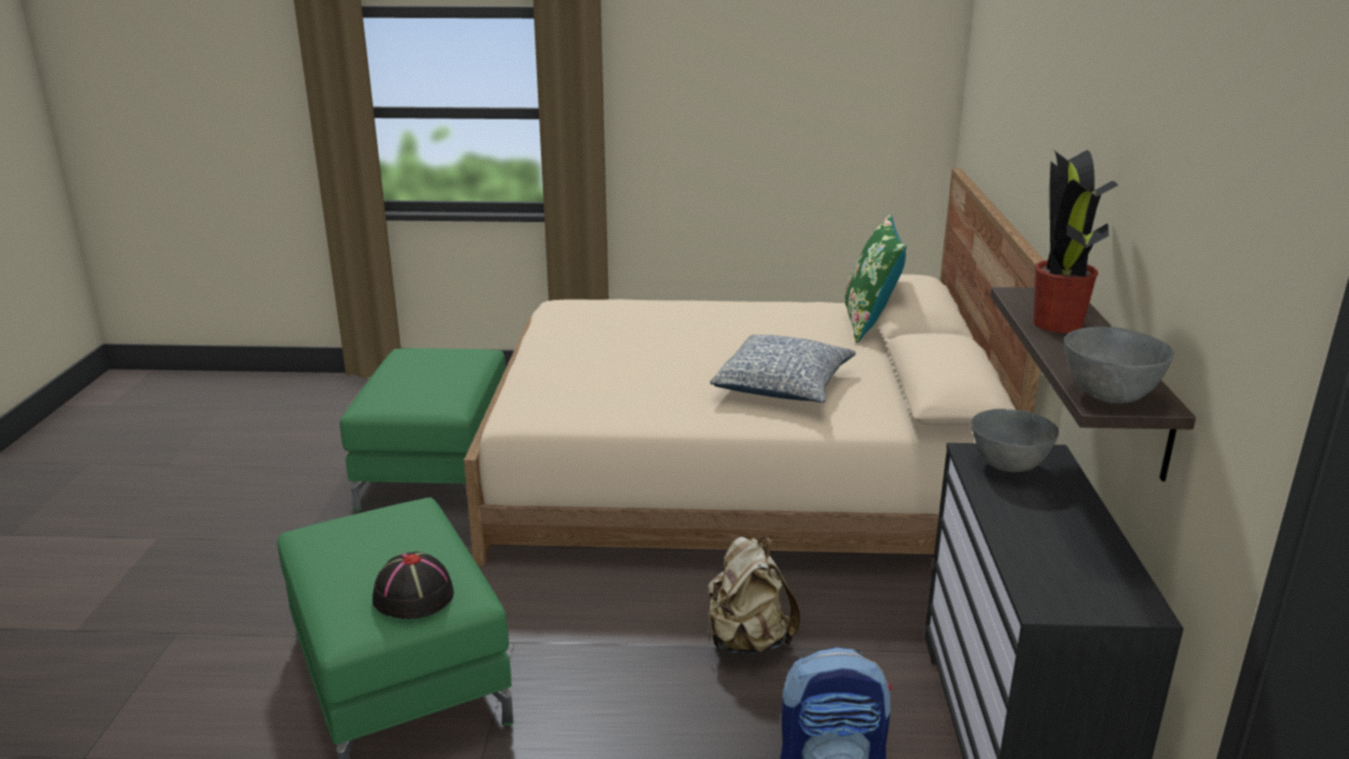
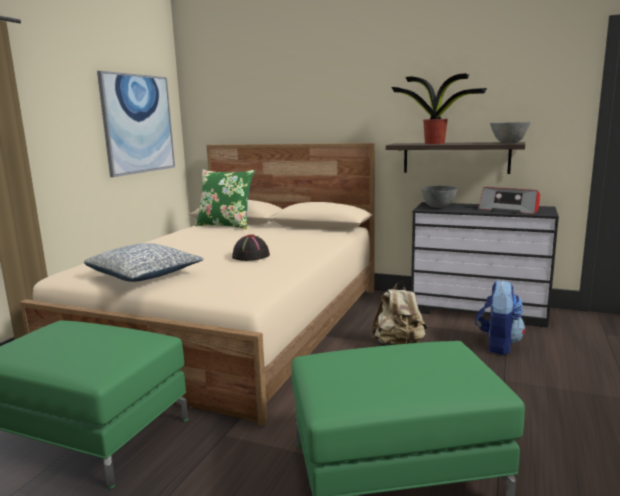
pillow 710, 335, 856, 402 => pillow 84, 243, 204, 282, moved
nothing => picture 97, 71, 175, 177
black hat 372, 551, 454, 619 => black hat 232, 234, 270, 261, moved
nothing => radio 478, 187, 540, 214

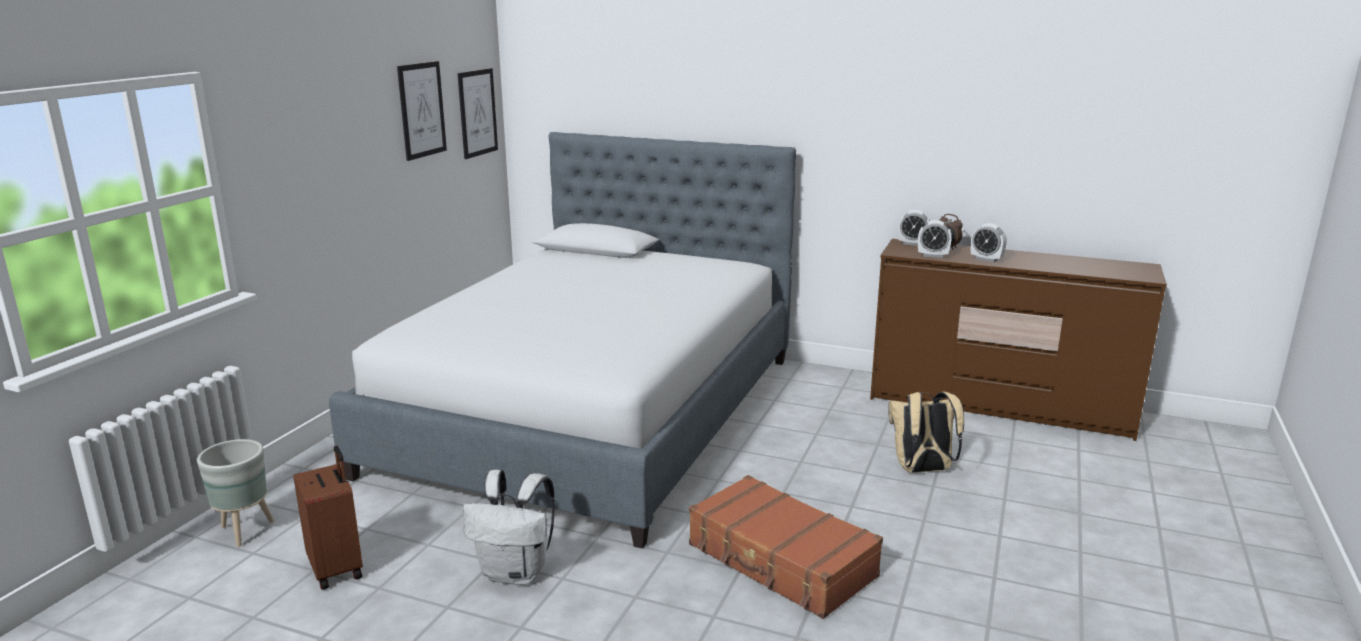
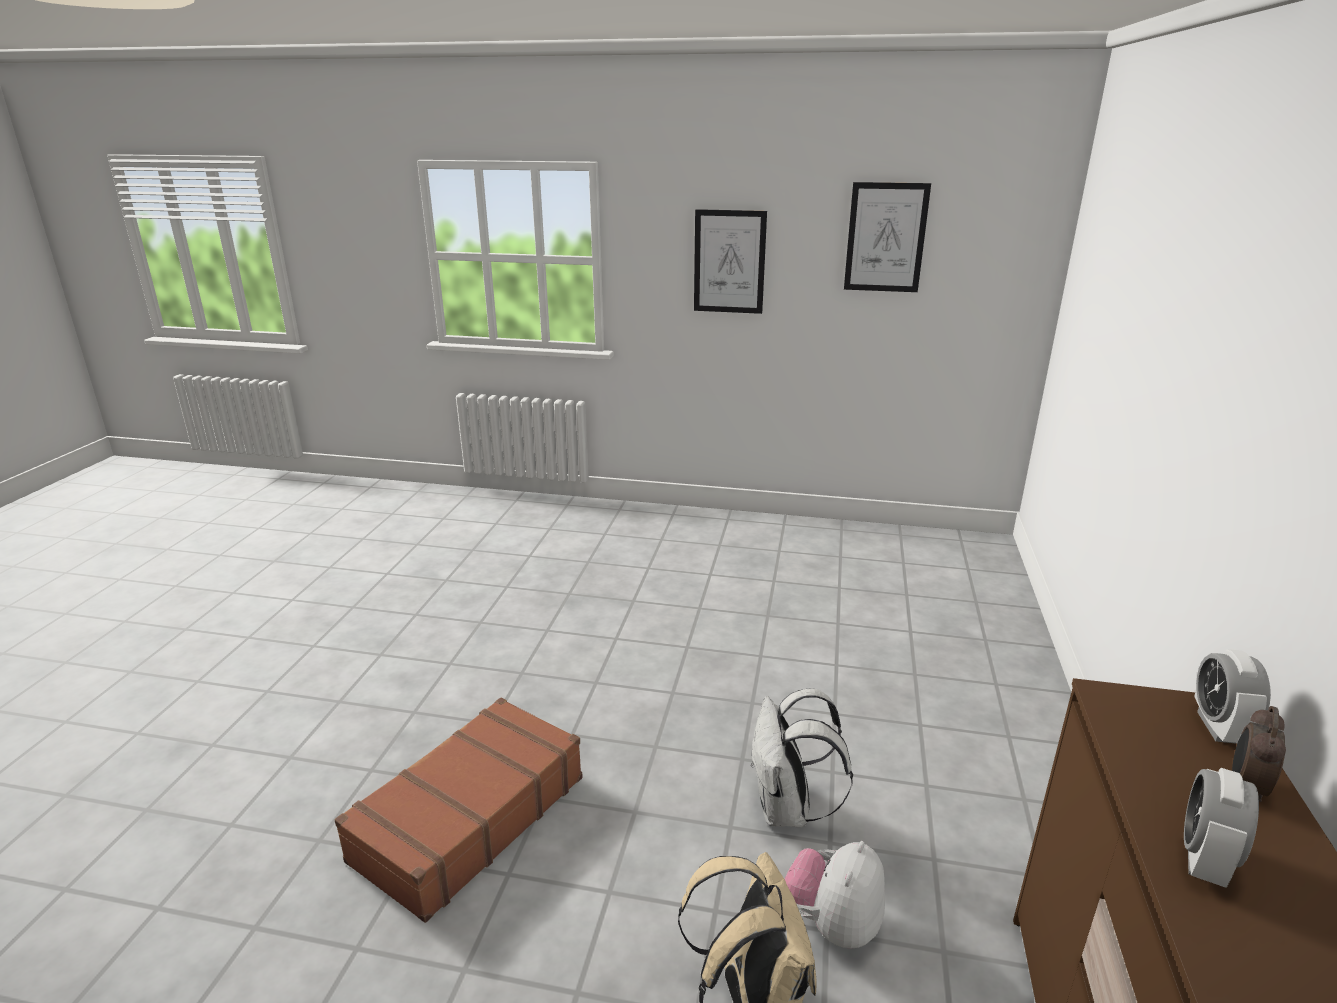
picture 457, 68, 498, 159 => picture 694, 209, 767, 314, moved
white backpack 463, 470, 555, 585 => white backpack 751, 688, 853, 827, moved
nothing => plush toy 785, 841, 885, 949
grey planter 197, 439, 274, 547 => nothing
brown suitcase 293, 446, 363, 590 => nothing
bed 329, 132, 796, 549 => nothing
alarm clock 918, 220, 952, 258 => nothing

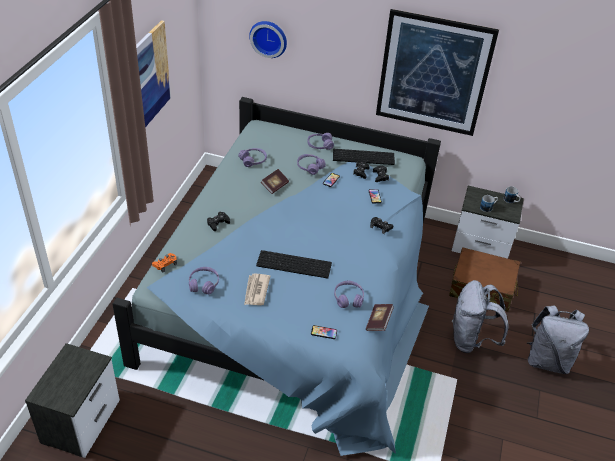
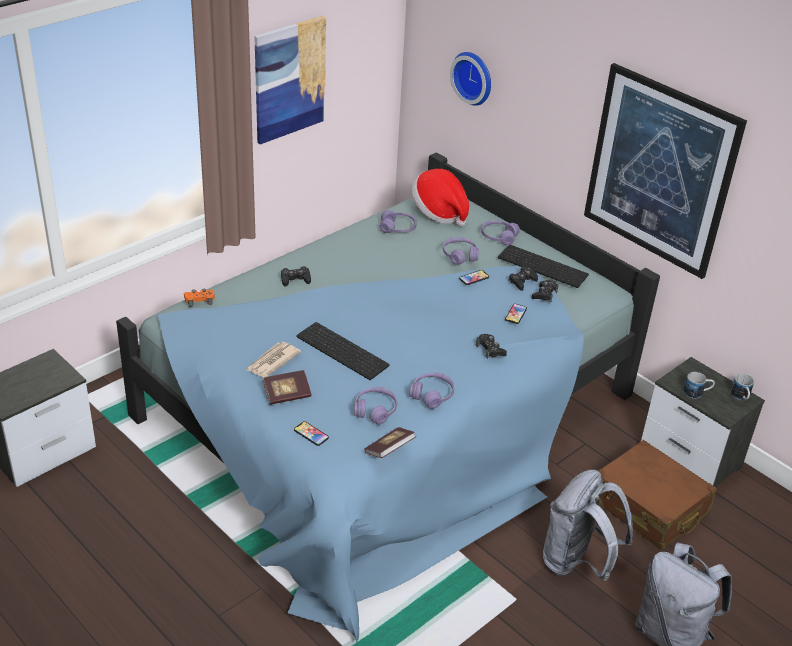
book 261, 169, 289, 194 => book 262, 370, 311, 405, moved
purple headphones 189, 267, 219, 295 => purple headphones 410, 373, 454, 409, moved
nothing => hat 412, 169, 469, 226

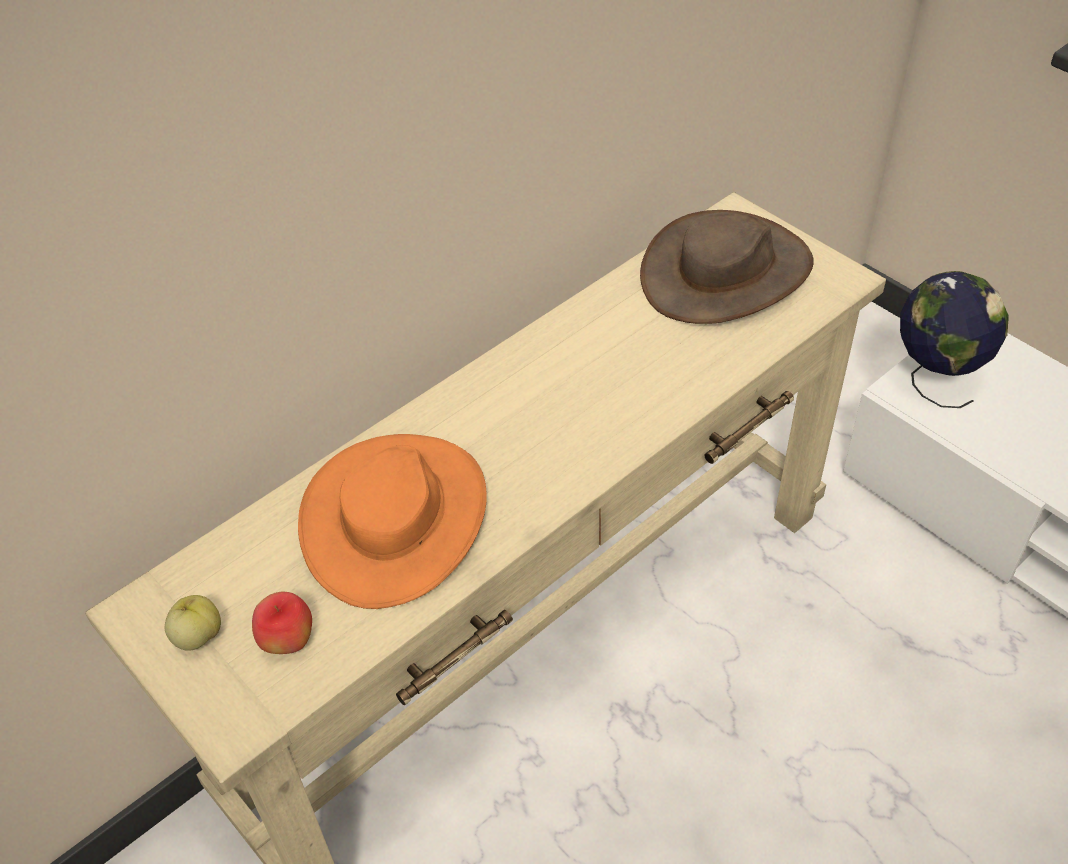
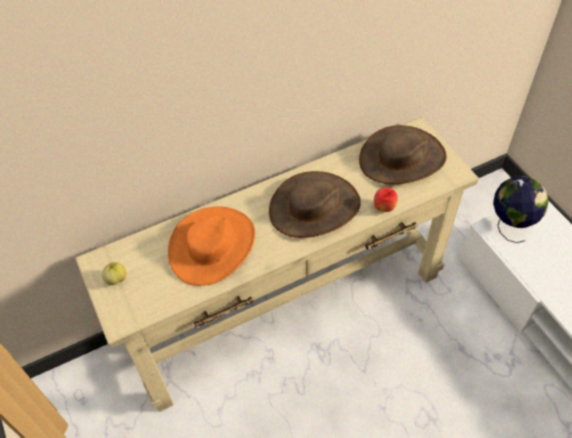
nothing => brown hat 269, 171, 361, 238
apple 252, 592, 312, 654 => apple 374, 187, 398, 212, moved

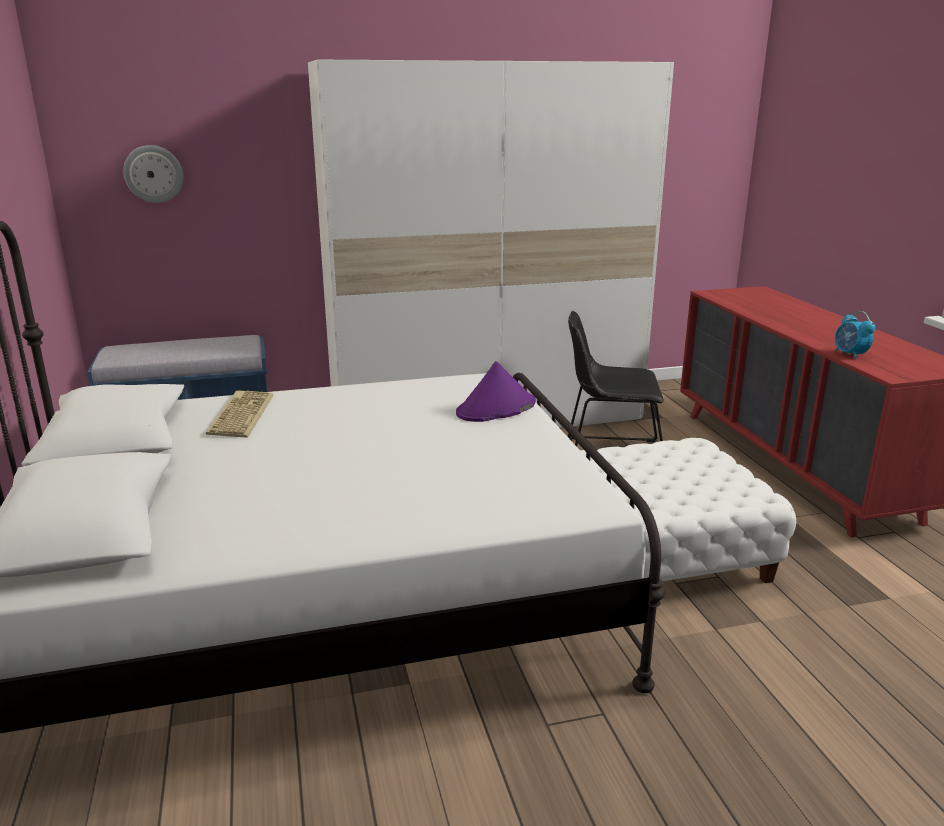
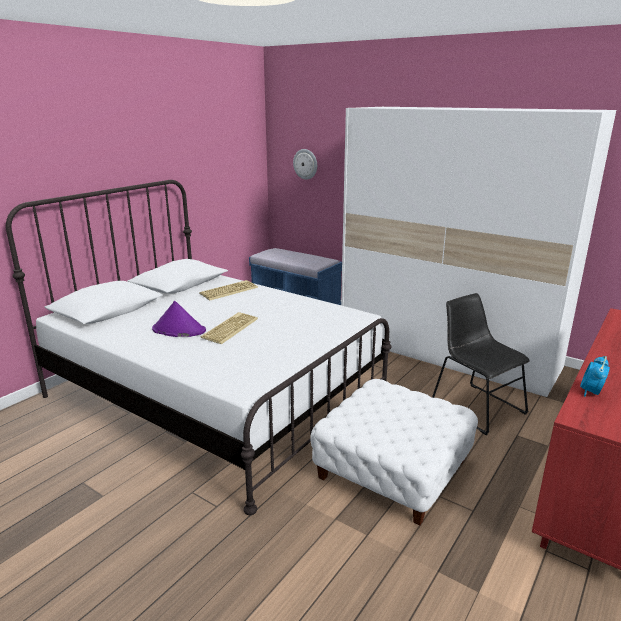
purple hat 456, 361, 536, 422 => purple hat 152, 301, 206, 337, moved
nothing => keyboard 201, 312, 258, 344

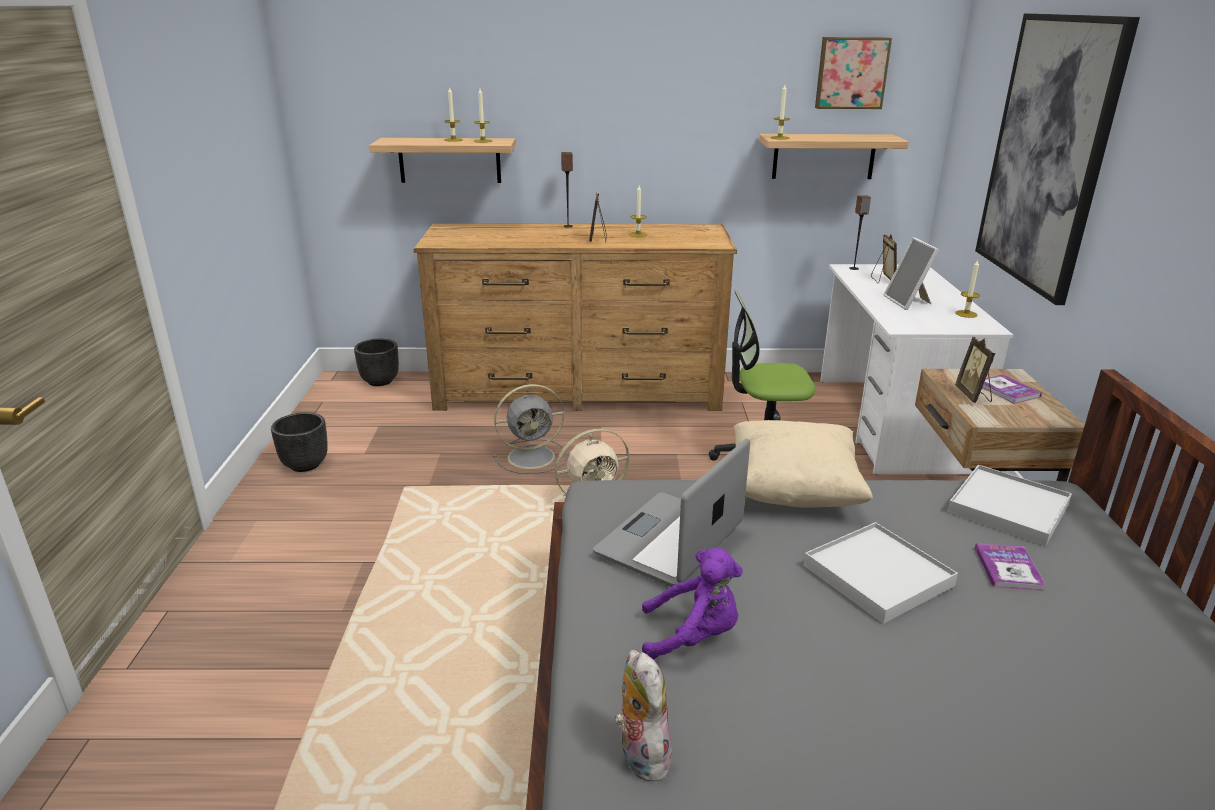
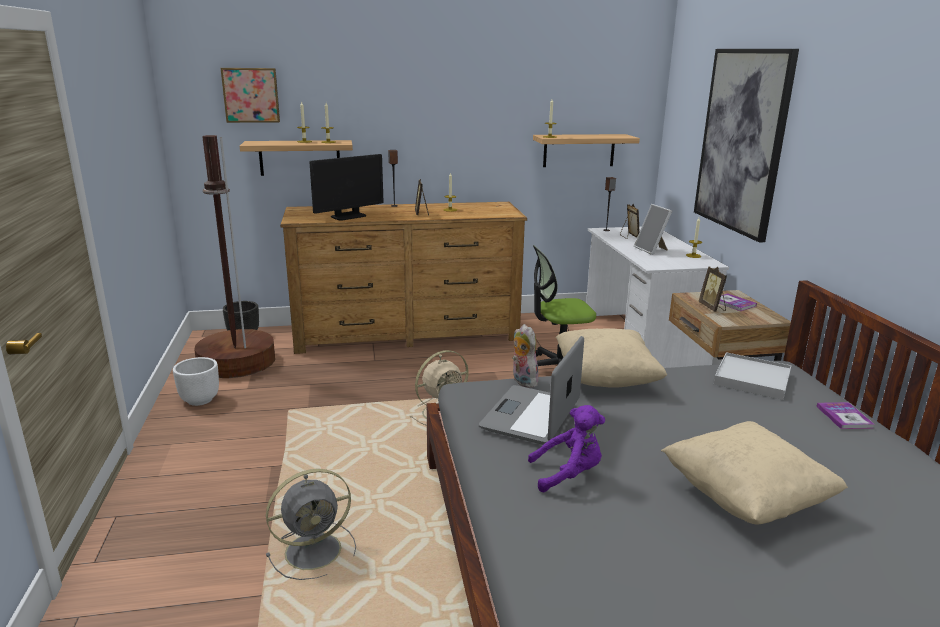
black planter 271, 412, 328, 472 => white planter 173, 357, 219, 406
nothing => brown floor lamp 194, 135, 275, 378
picture 815, 37, 892, 109 => picture 221, 68, 280, 123, moved
grey fan 493, 384, 567, 474 => grey fan 266, 469, 356, 580, moved
nothing => monitor 309, 154, 384, 221
plush toy 614, 650, 672, 782 => plush toy 512, 324, 539, 388, moved
nothing => beige pillow 661, 421, 848, 524
book 975, 543, 1046, 591 => book 816, 402, 874, 429, moved
white tray 804, 522, 958, 624 => nothing

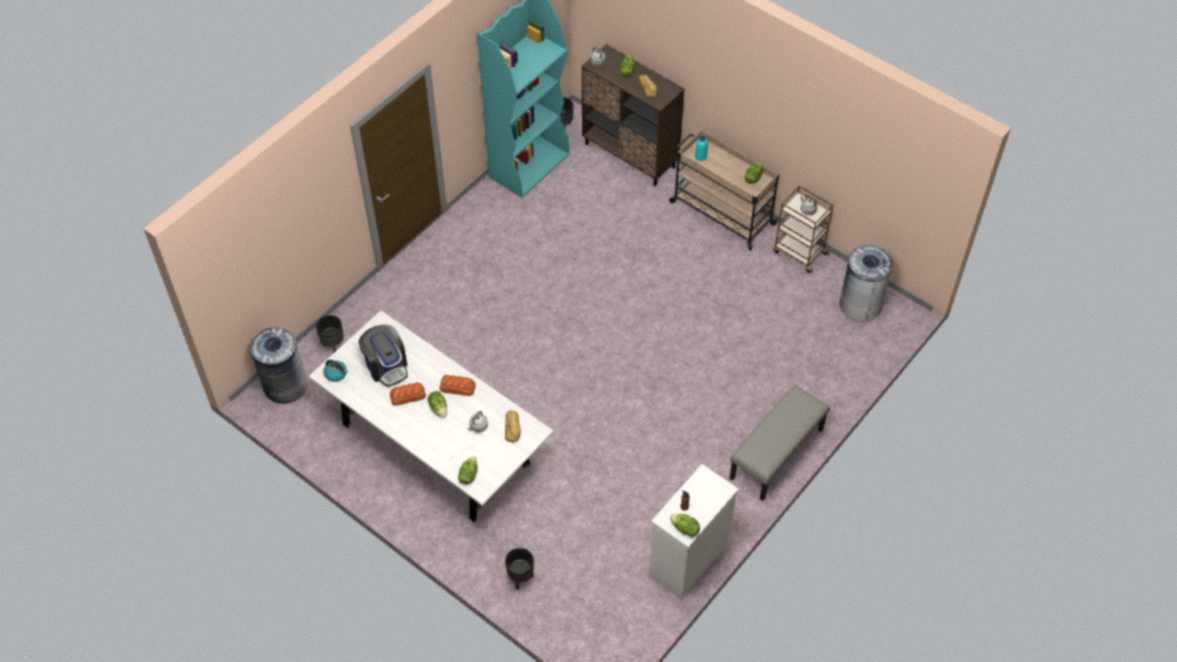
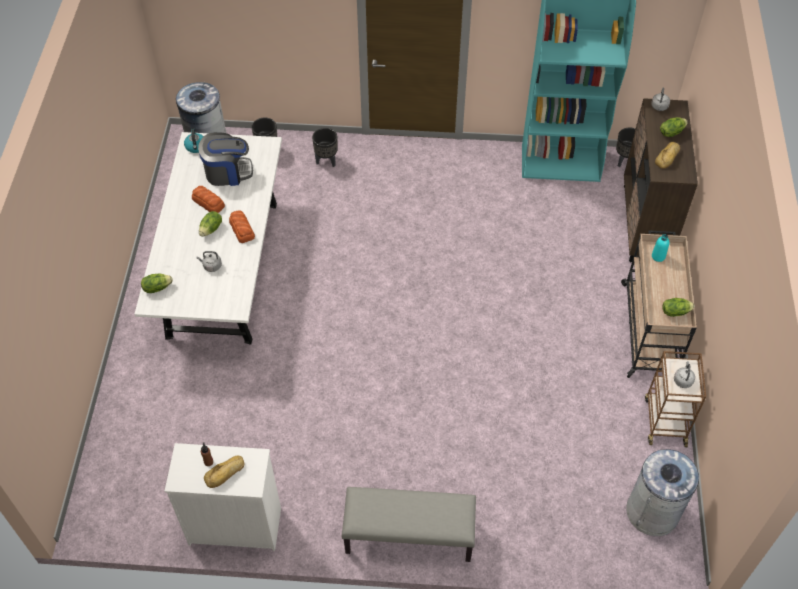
coffee machine 358, 325, 408, 387 => coffee machine 198, 132, 253, 186, 120 degrees counterclockwise
bread 505, 410, 521, 443 => bread 204, 456, 245, 488, moved
black planter 505, 548, 534, 590 => black planter 312, 128, 338, 167, moved
lettuce 670, 514, 700, 537 => nothing

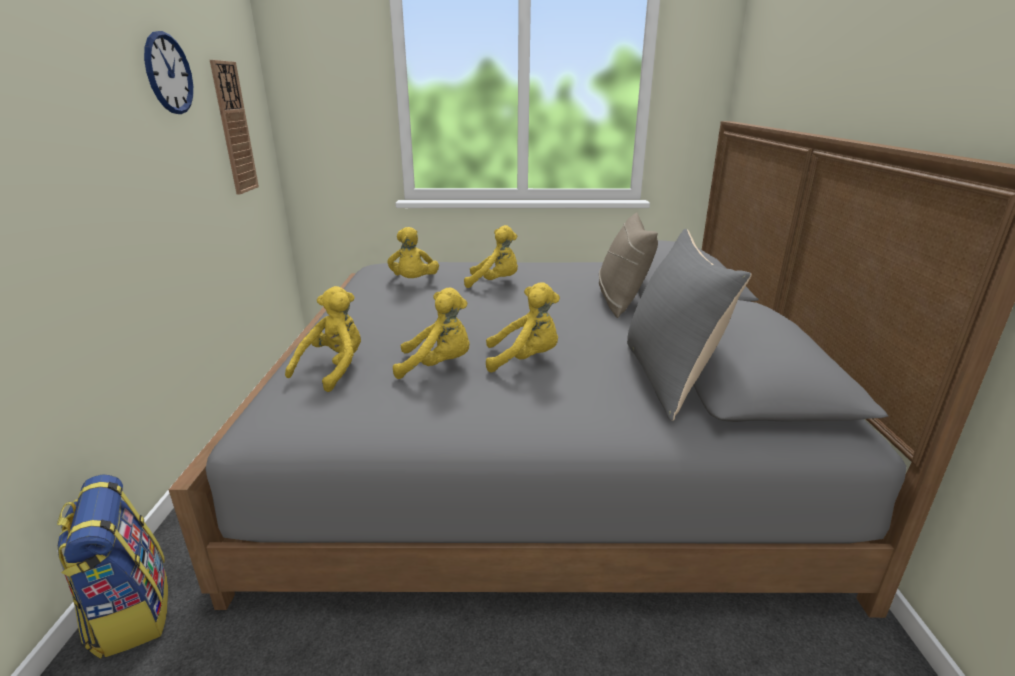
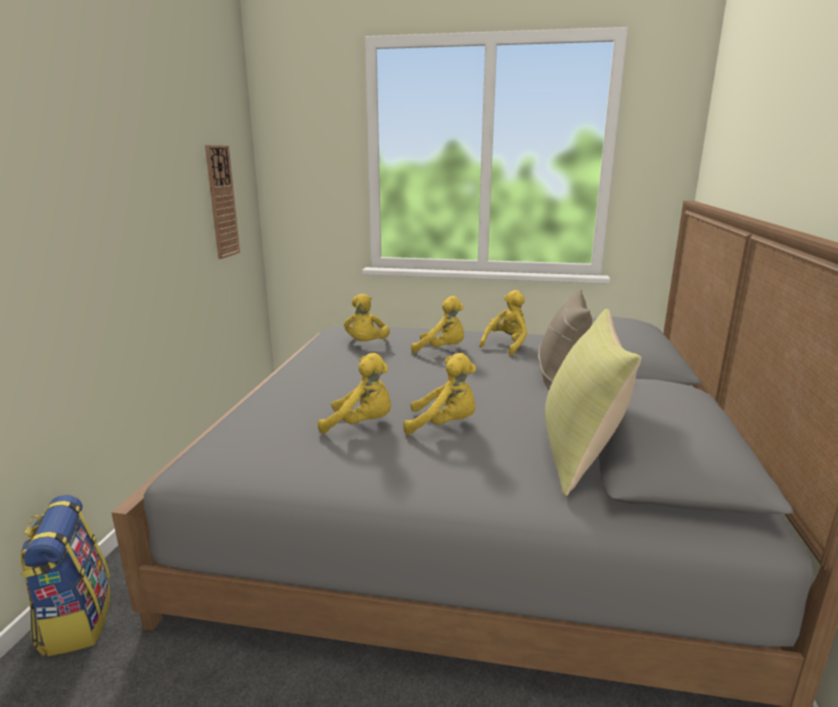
yellow plush toy 285, 286, 361, 392 => yellow plush toy 479, 290, 527, 356, moved
grey pillow 627, 229, 752, 421 => yellow pillow 545, 309, 641, 496
wall clock 144, 31, 193, 114 => nothing

